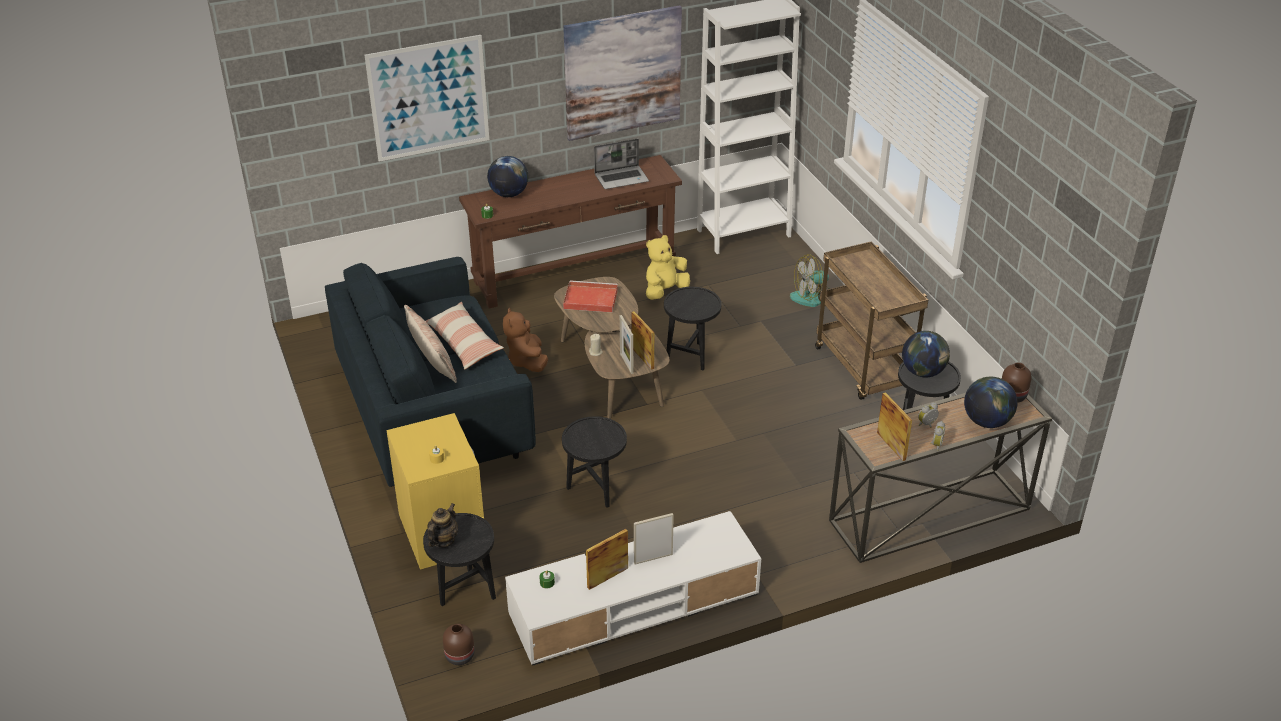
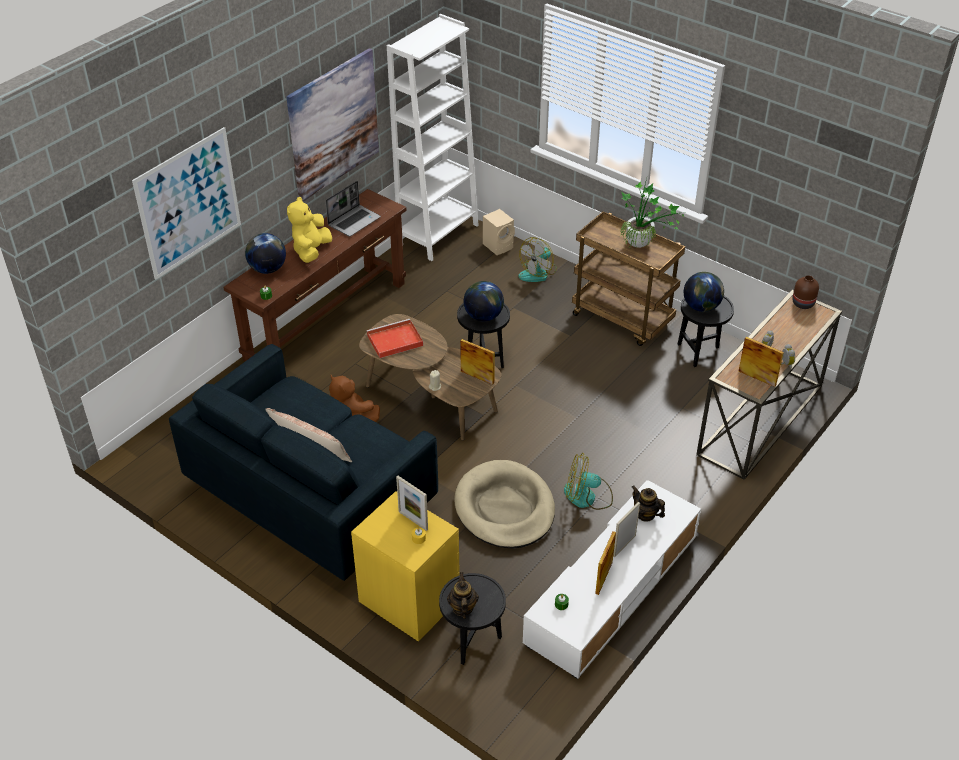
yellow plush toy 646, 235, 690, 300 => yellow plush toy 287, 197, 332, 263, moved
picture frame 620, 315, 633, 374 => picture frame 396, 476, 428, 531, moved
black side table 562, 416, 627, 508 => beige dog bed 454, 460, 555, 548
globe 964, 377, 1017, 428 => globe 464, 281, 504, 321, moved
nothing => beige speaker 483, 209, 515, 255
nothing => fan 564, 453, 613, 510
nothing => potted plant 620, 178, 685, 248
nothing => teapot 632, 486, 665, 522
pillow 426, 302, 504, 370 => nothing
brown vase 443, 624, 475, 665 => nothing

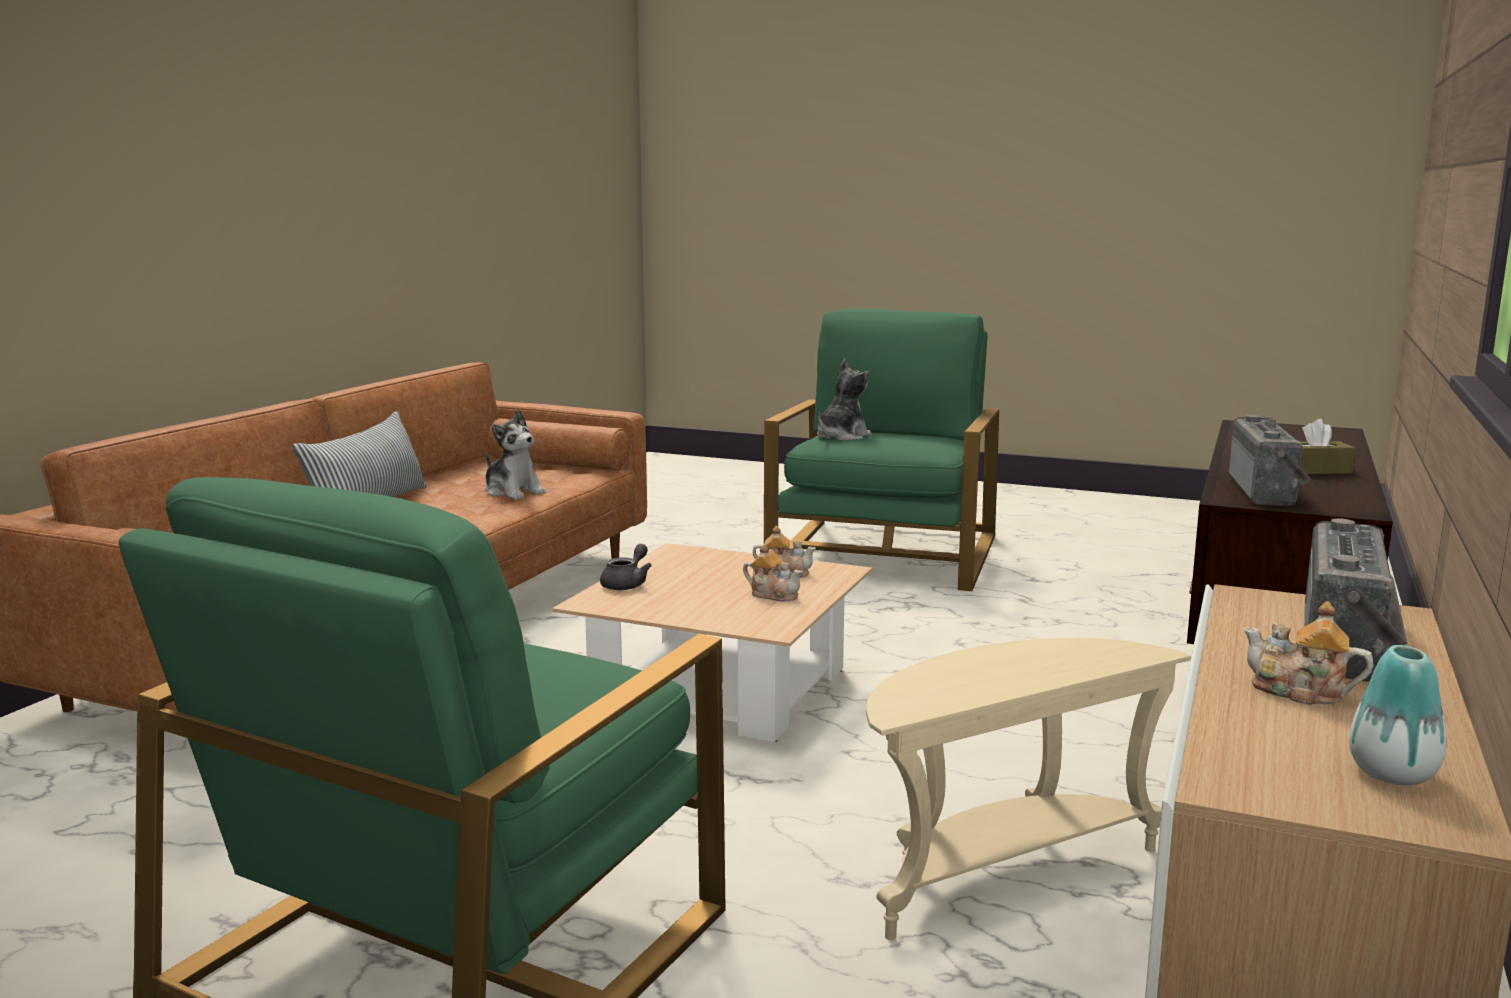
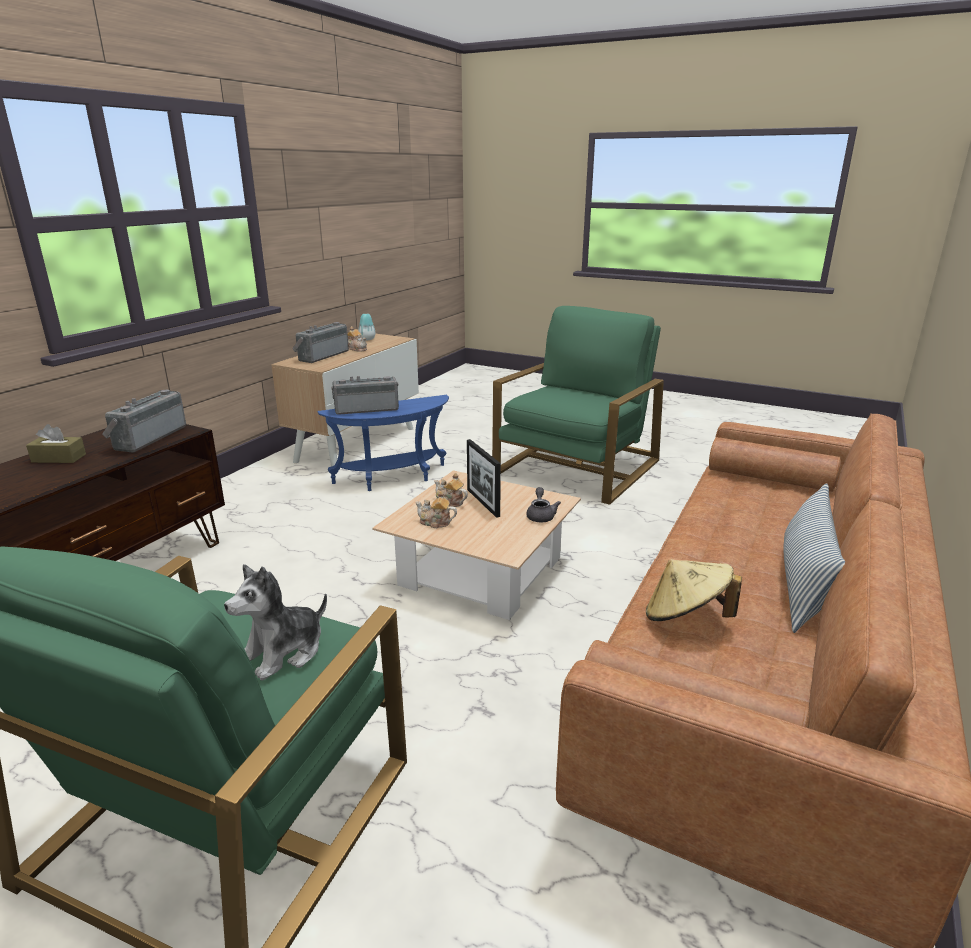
beige side table 866, 638, 1191, 940 => blue side table 317, 395, 449, 491
nothing => radio 331, 376, 399, 415
nothing => picture frame 467, 439, 501, 518
grey teapot 600, 544, 652, 590 => grey teapot 526, 487, 561, 522, 150 degrees clockwise
plush toy 485, 409, 546, 500 => beige hat 646, 559, 742, 621

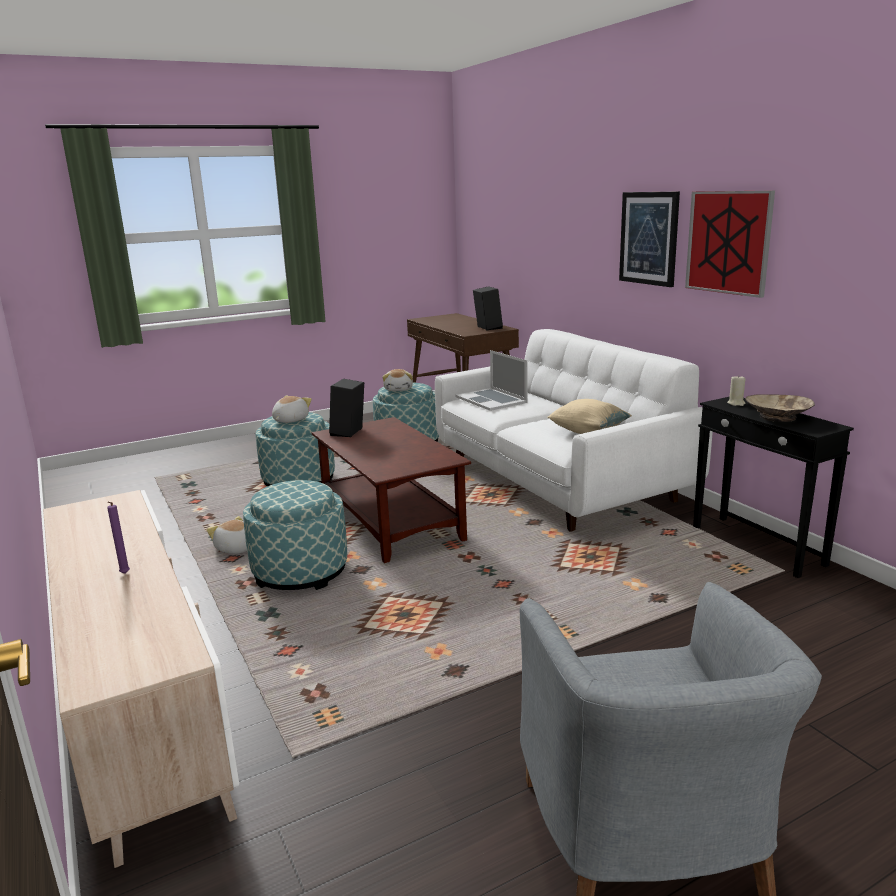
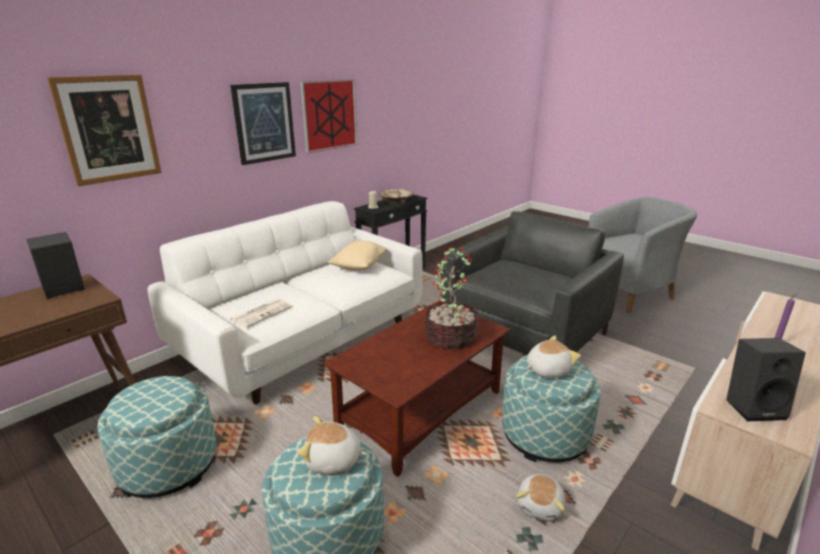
nothing => picture 47, 74, 162, 186
laptop 456, 350, 528, 411 => newspaper 230, 299, 293, 328
nothing => potted plant 425, 247, 478, 350
nothing => grey armchair 442, 211, 624, 355
plush toy 383, 369, 413, 391 => plush toy 526, 336, 581, 377, moved
black speaker 329, 379, 364, 437 => black speaker 726, 338, 806, 421, moved

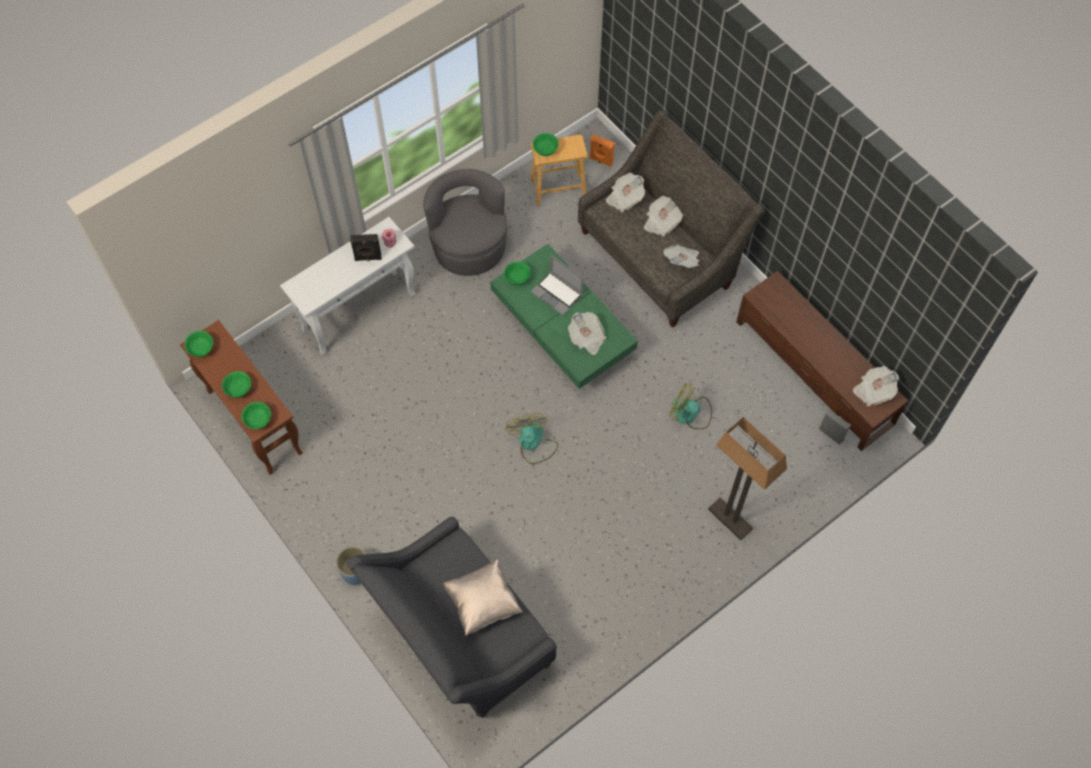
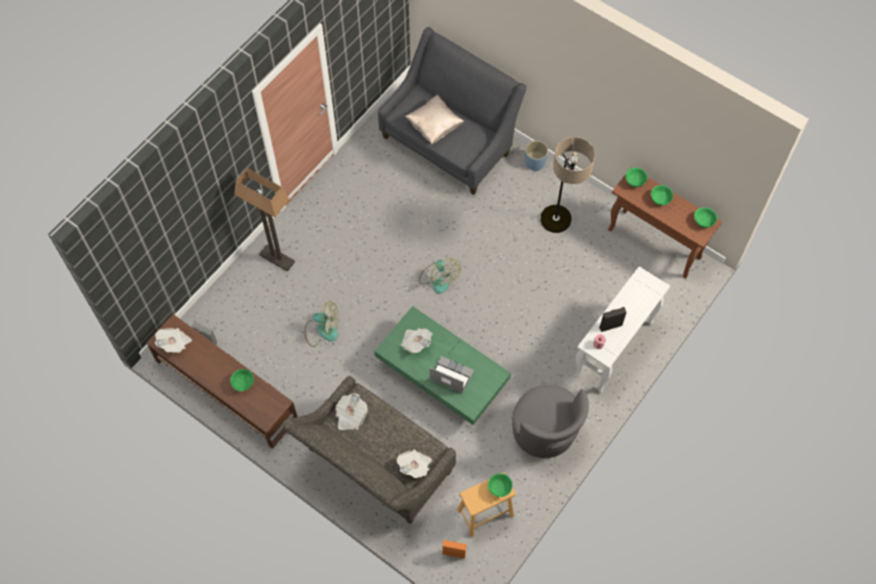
green bowl 504, 262, 530, 285 => green bowl 231, 369, 254, 391, moved
nothing => floor lamp 541, 137, 595, 233
newspaper 644, 196, 683, 237 => nothing

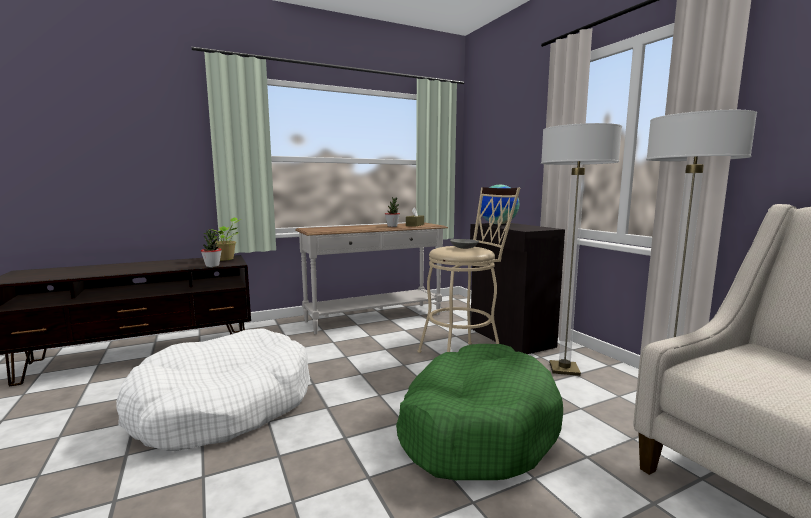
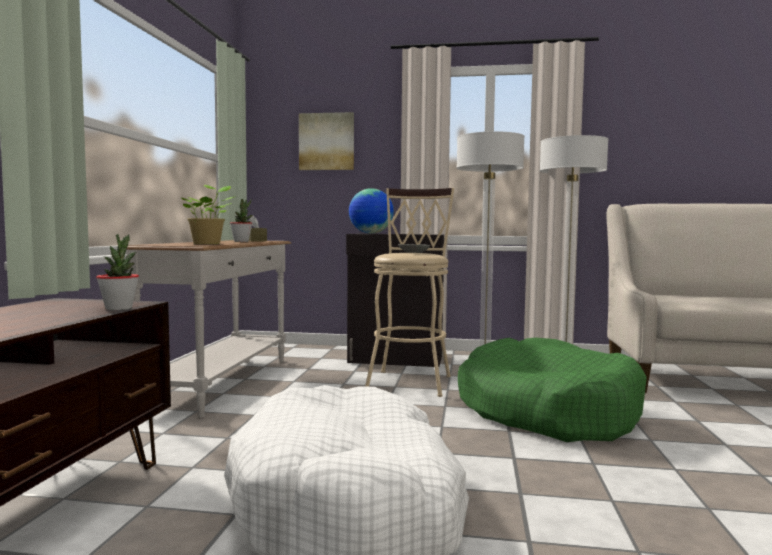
potted plant 202, 217, 241, 261 => potted plant 181, 185, 236, 244, moved
nothing => picture 299, 112, 354, 170

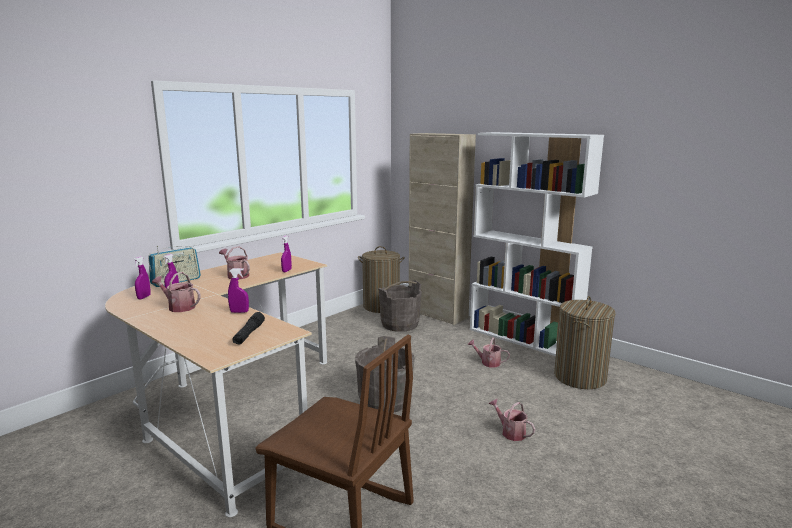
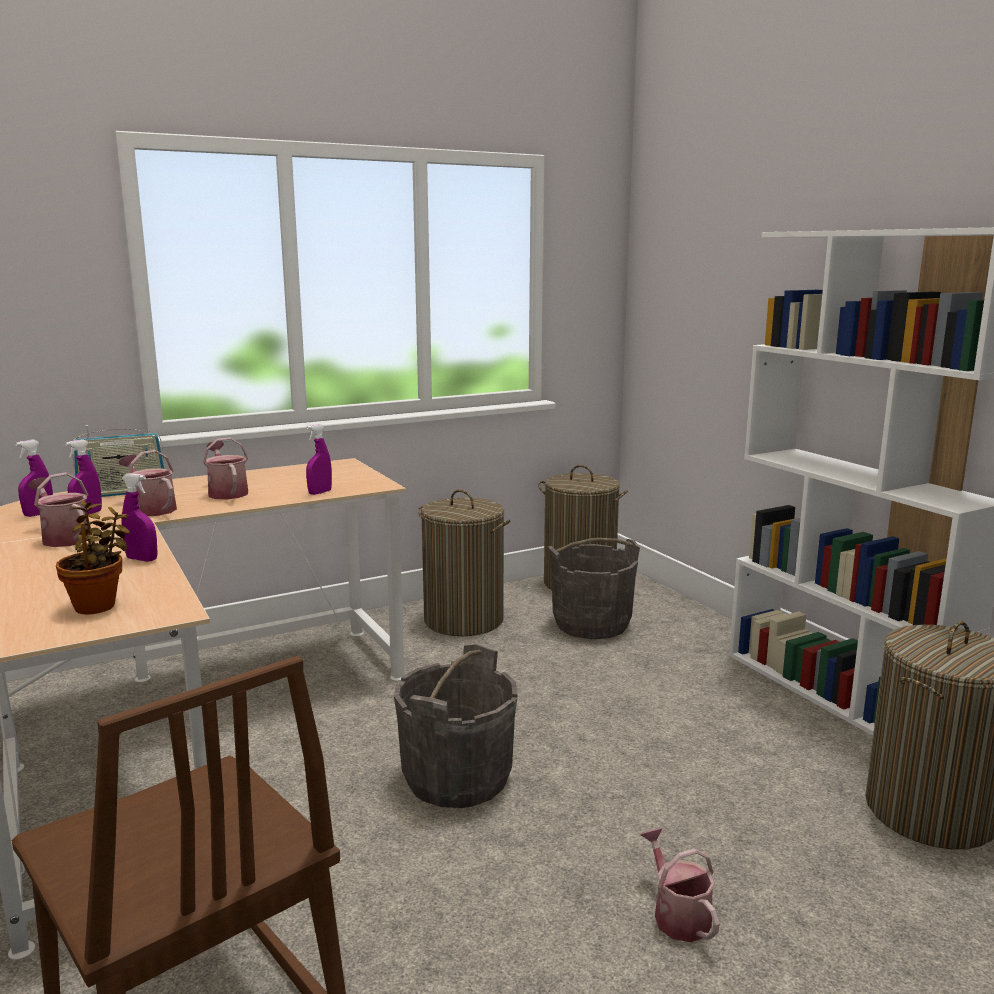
black flashlight 232, 312, 265, 344 => potted plant 56, 501, 130, 615
watering can 468, 338, 510, 368 => watering can 118, 450, 177, 516, moved
nothing => laundry basket 418, 490, 510, 636
beige cabinet 409, 133, 476, 325 => nothing

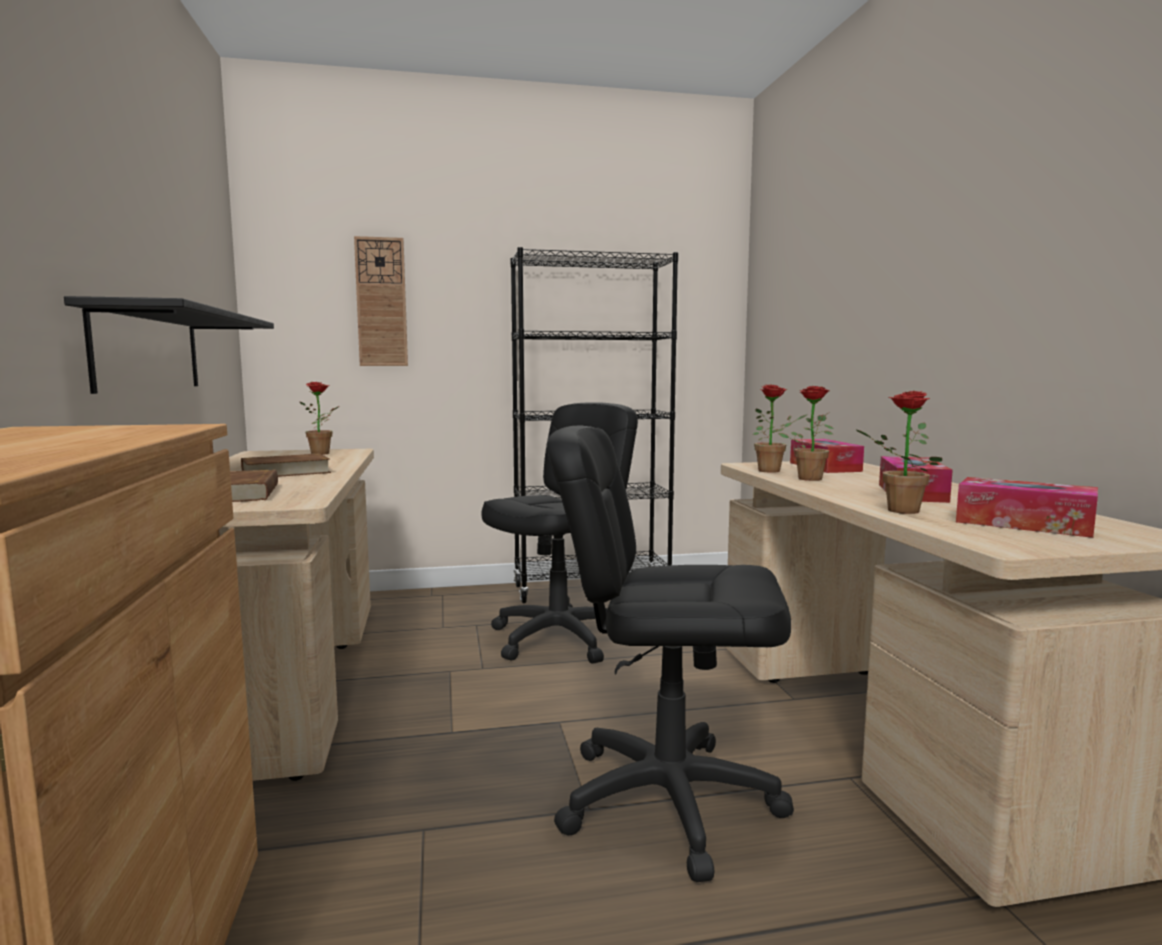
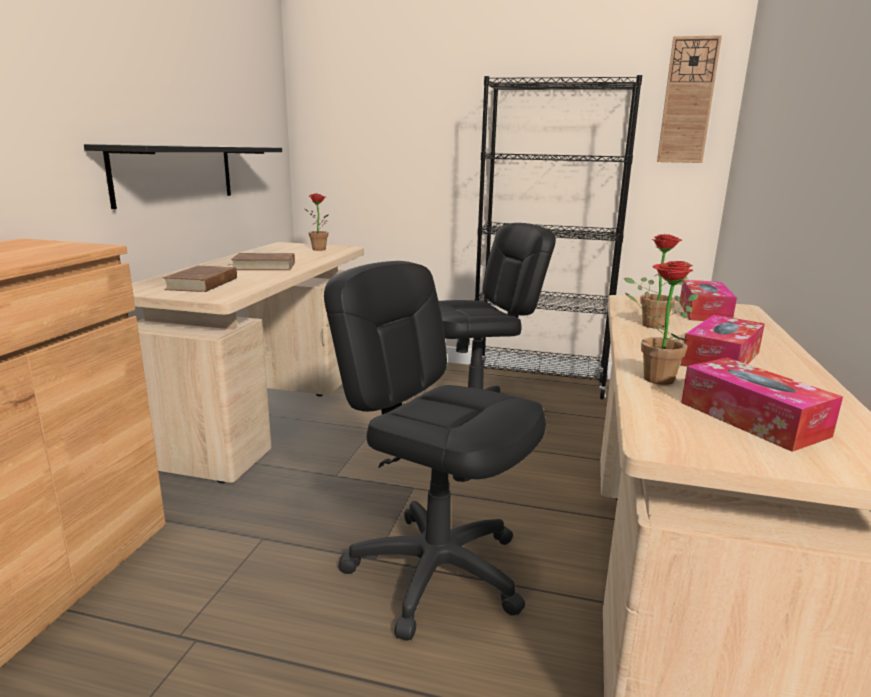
wall clock 354, 236, 408, 366 => wall clock 657, 35, 722, 163, moved
potted plant 753, 384, 808, 473 => nothing

